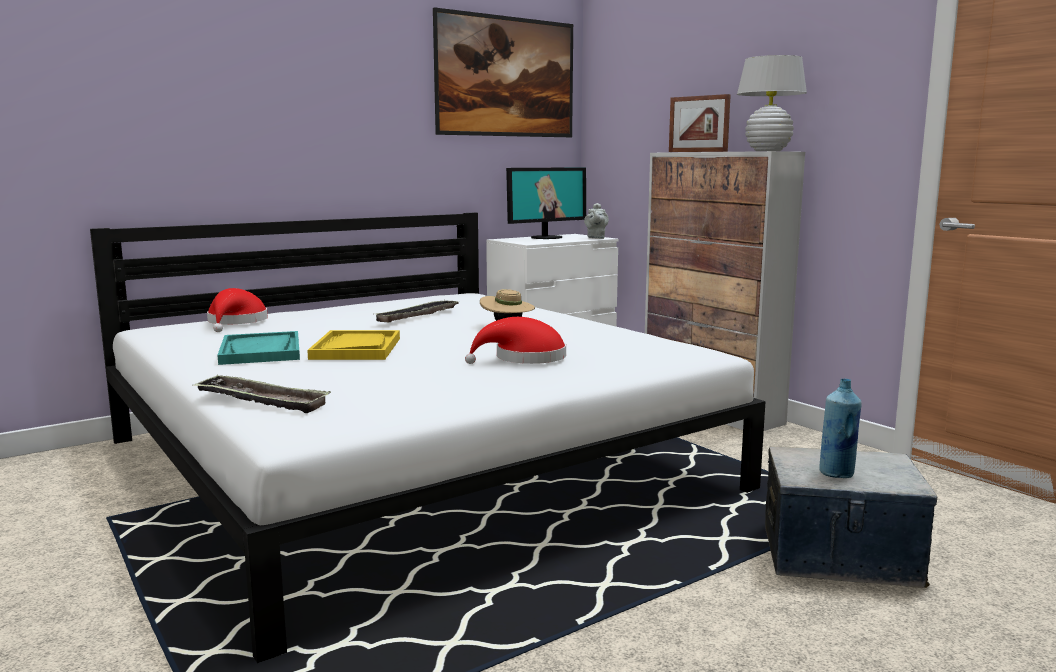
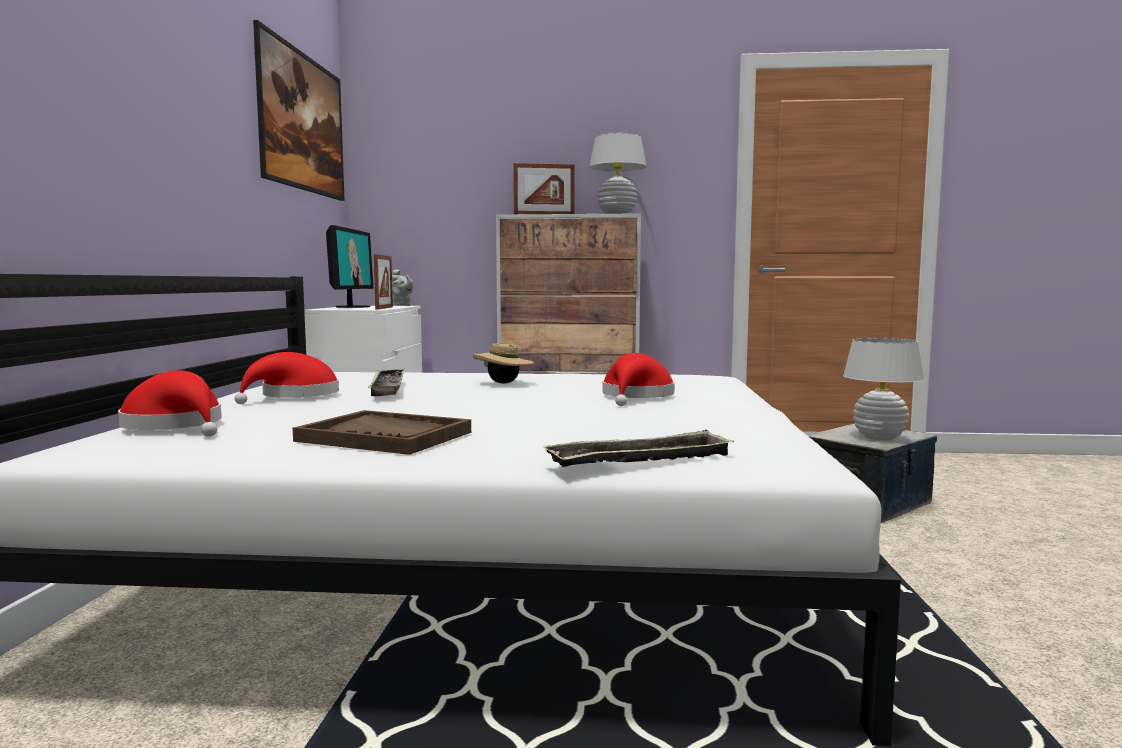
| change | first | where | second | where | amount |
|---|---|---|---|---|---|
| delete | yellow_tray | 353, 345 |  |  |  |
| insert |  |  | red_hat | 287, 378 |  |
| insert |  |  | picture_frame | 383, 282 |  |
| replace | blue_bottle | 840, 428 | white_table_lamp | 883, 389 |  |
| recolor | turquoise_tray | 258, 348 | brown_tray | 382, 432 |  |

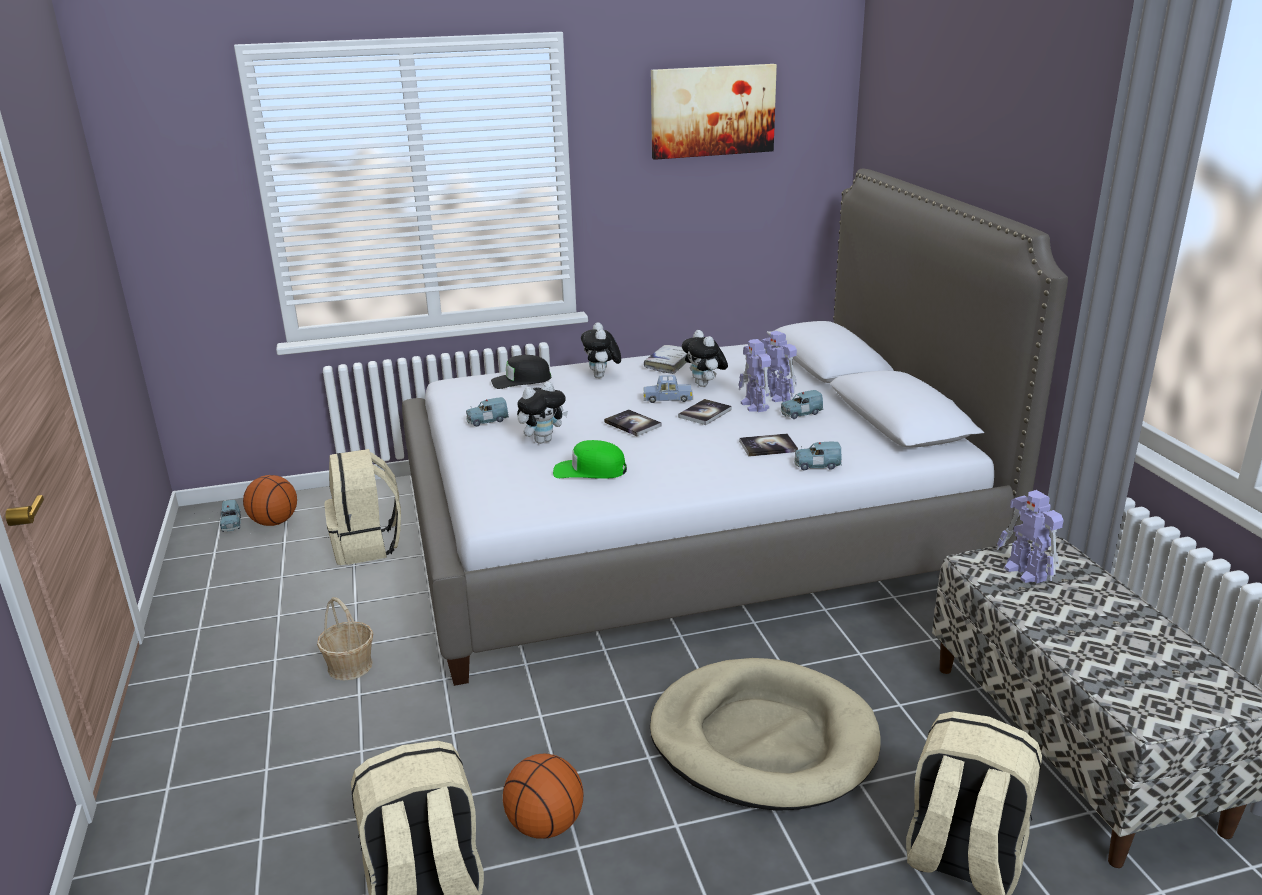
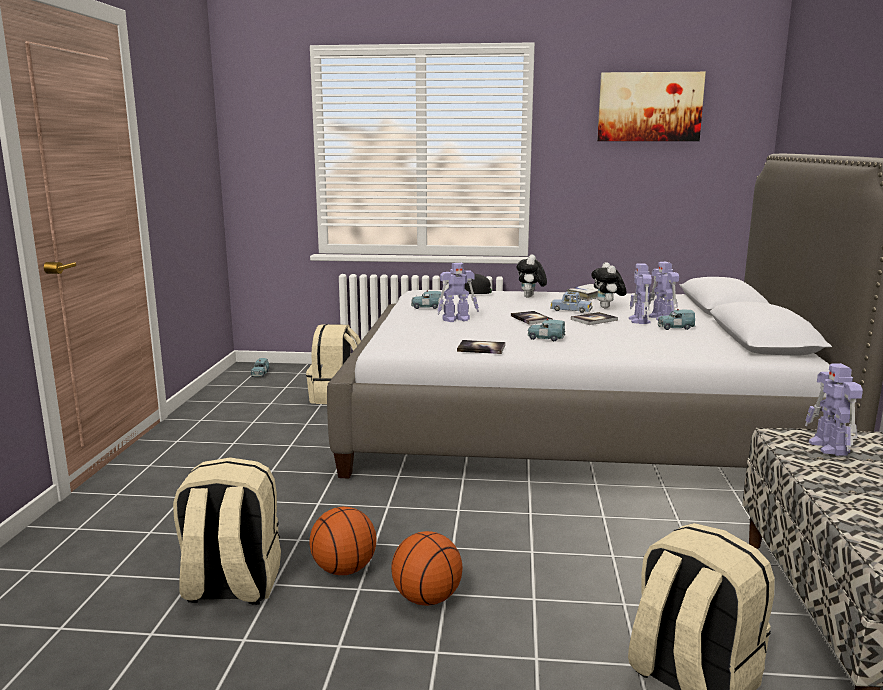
| change | first | where | second | where | amount |
|---|---|---|---|---|---|
| delete | basket | 345, 639 |  |  |  |
| delete | green_cap | 590, 459 |  |  |  |
| delete | beige_dog_bed | 765, 734 |  |  |  |
| move | basketball | 270, 500 |  | 427, 568 |  |
| move | book | 768, 445 |  | 481, 347 |  |
| move | blue_toy_car | 818, 456 |  | 546, 329 |  |
| replace | plush_toy | 542, 413 | toy_robot | 458, 292 |  |

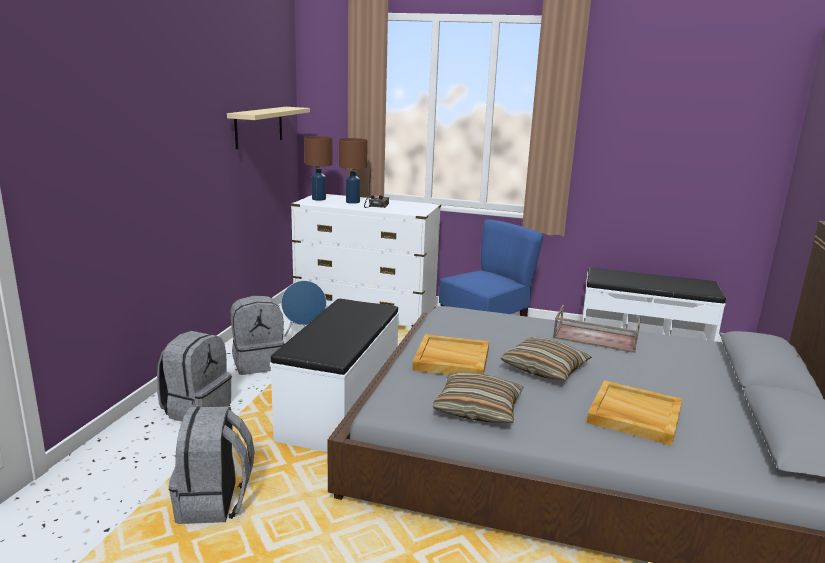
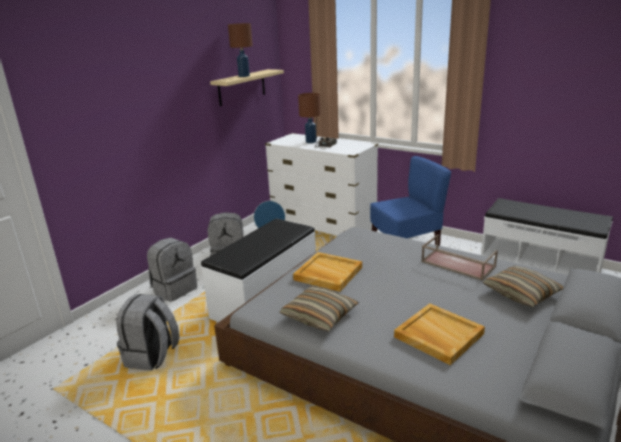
| change | first | where | second | where | amount |
|---|---|---|---|---|---|
| move | brown_table_lamp | 318, 168 |  | 240, 50 |  |
| move | pillow | 546, 358 |  | 523, 286 |  |

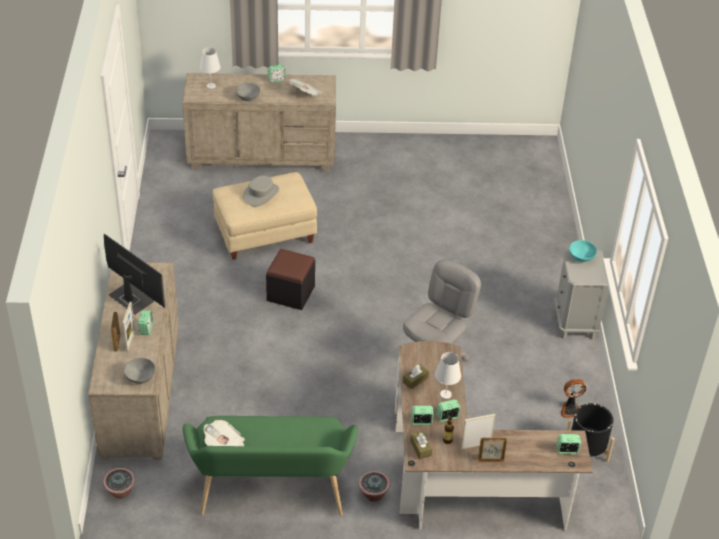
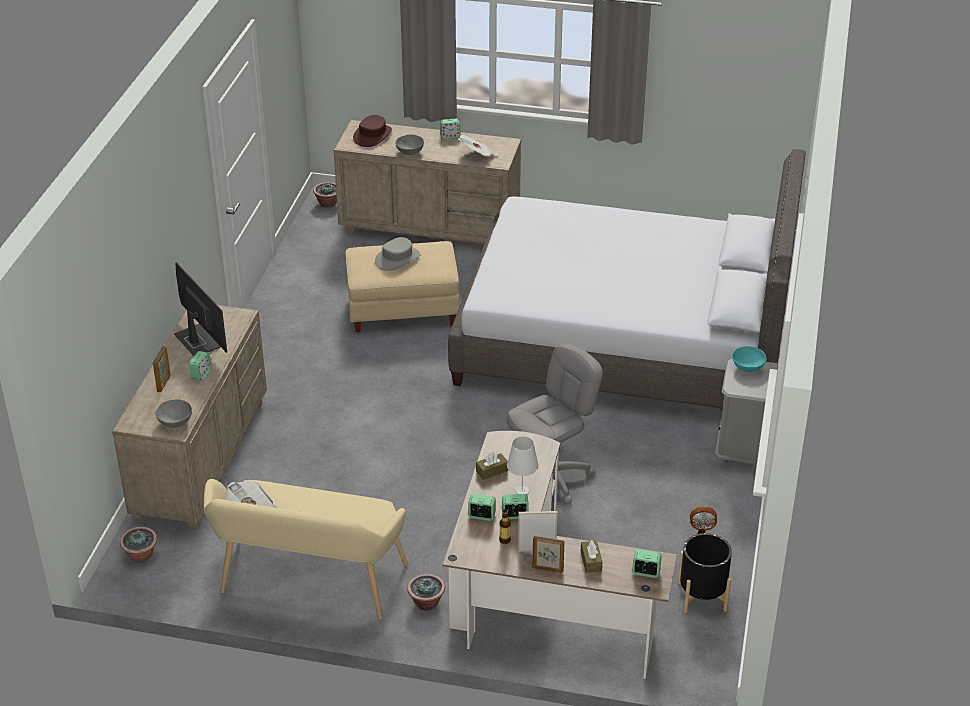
| change | first | where | second | where | amount |
|---|---|---|---|---|---|
| delete | picture_frame | 128, 327 |  |  |  |
| delete | black_ottoman | 290, 279 |  |  |  |
| insert |  |  | potted_plant | 325, 195 |  |
| insert |  |  | grey_bed | 627, 278 |  |
| move | brown_tissue_box | 421, 445 |  | 591, 556 |  |
| replace | white_table_lamp | 210, 68 | brown_hat | 372, 131 |  |
| recolor | green_bench | 270, 466 | beige_bench | 306, 549 |  |

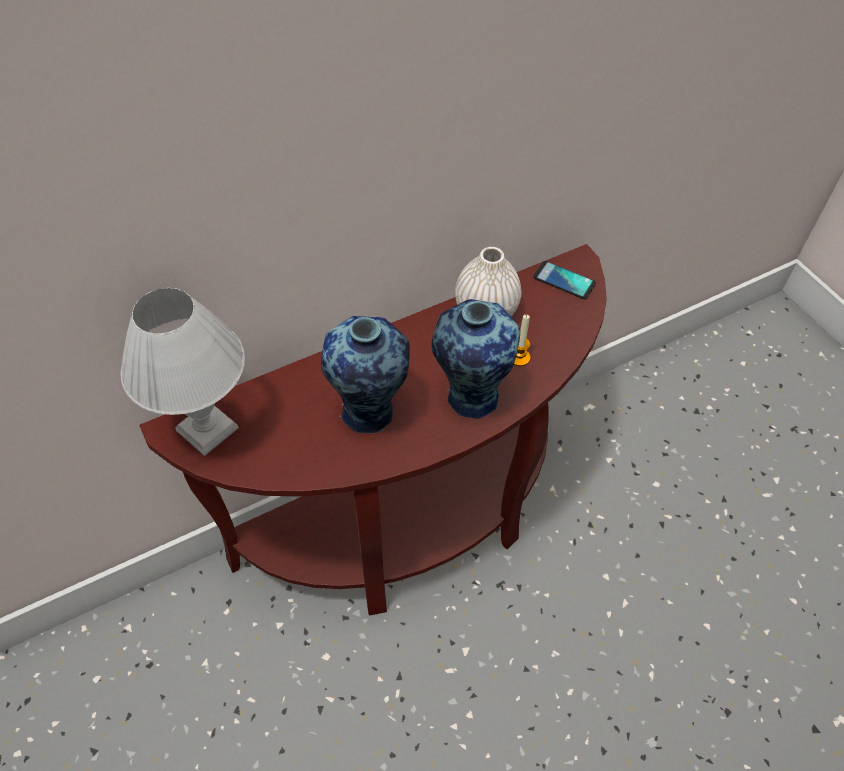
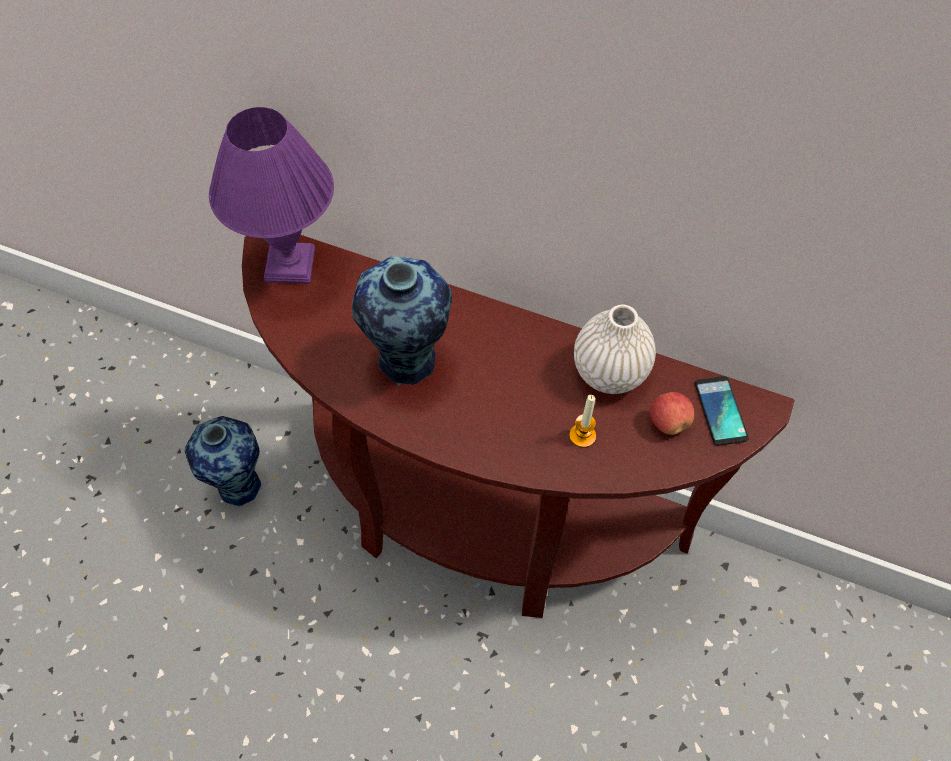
| change | first | where | second | where | amount |
|---|---|---|---|---|---|
| insert |  |  | apple | 672, 413 |  |
| move | vase | 475, 358 |  | 224, 461 |  |
| recolor | white_table_lamp | 182, 372 | purple_table_lamp | 271, 195 |  |

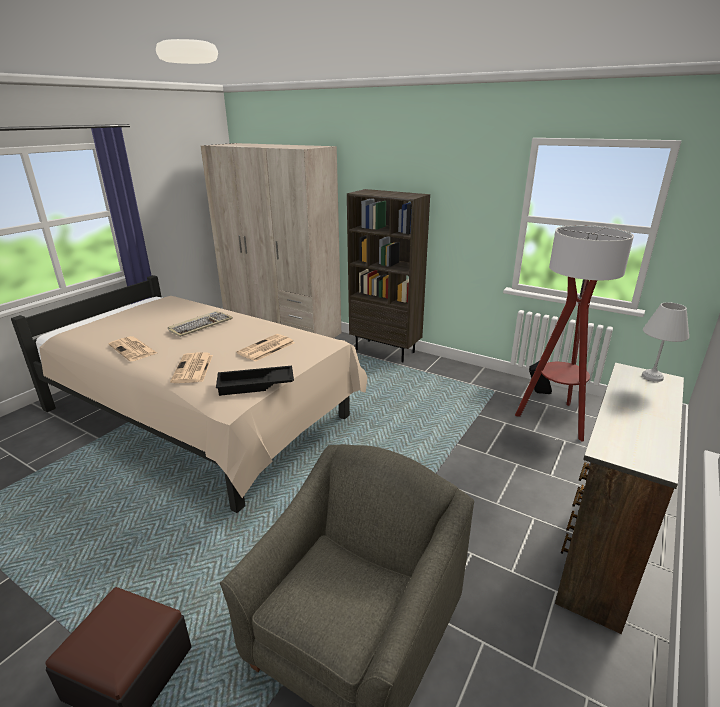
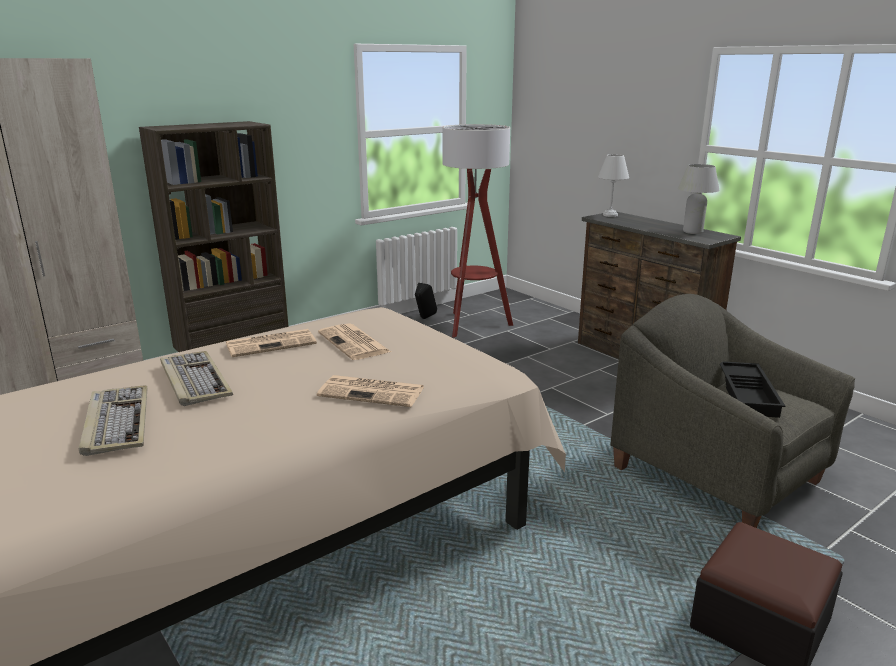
| change | first | where | second | where | amount |
|---|---|---|---|---|---|
| insert |  |  | keyboard | 113, 420 |  |
| insert |  |  | white_table_lamp | 699, 199 |  |
| move | newspaper | 132, 348 |  | 271, 343 |  |
| move | black_tray | 255, 381 |  | 752, 389 |  |

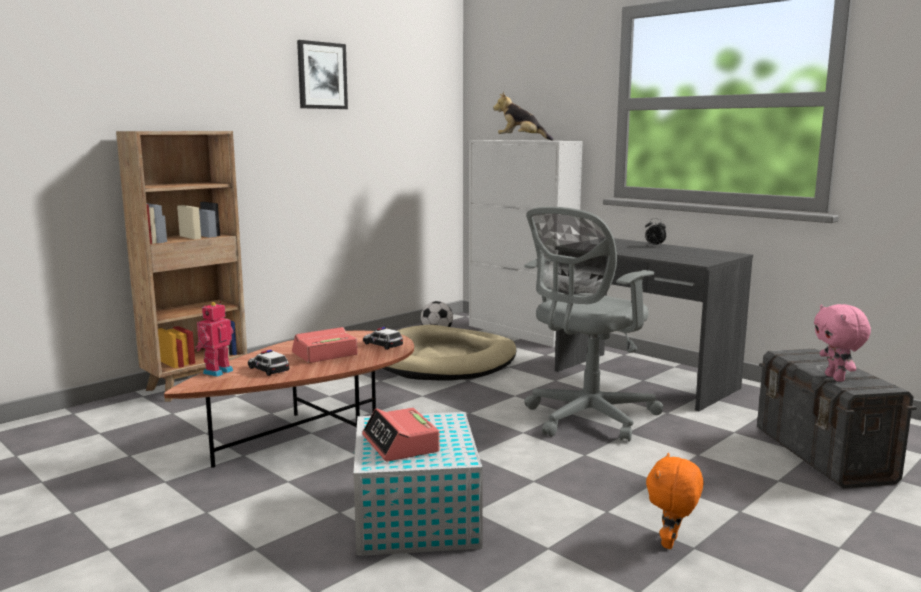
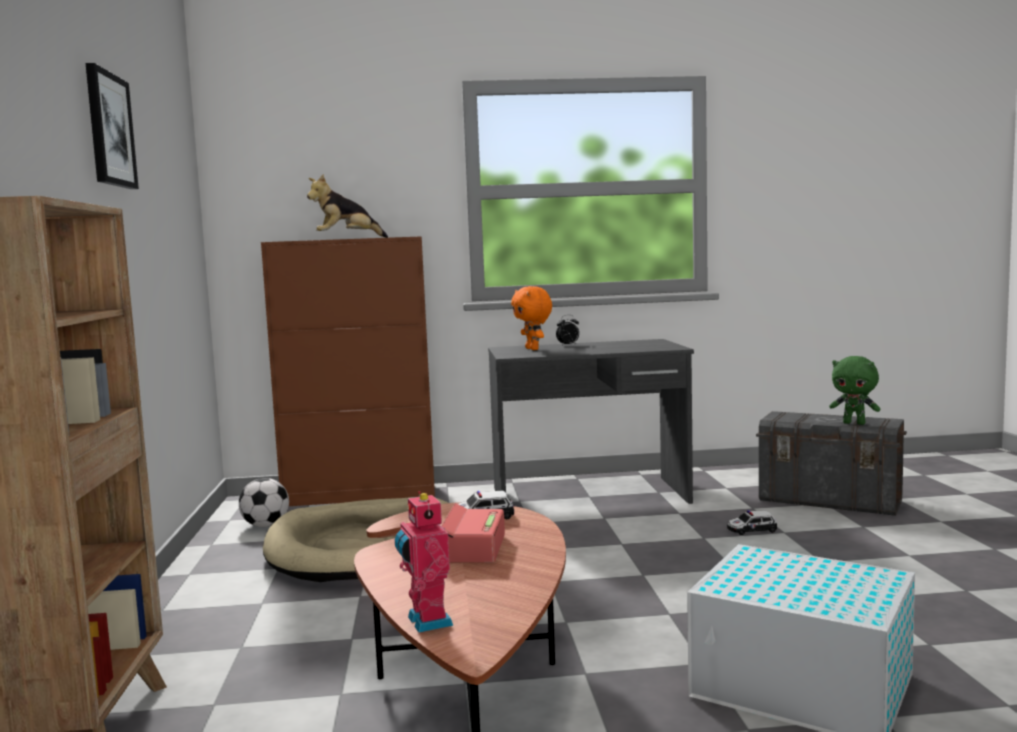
| change | first | where | second | where | amount |
|---|---|---|---|---|---|
| delete | alarm_clock | 400, 435 |  |  |  |
| delete | grey_office_chair | 593, 324 |  |  |  |
| move | toy_car | 268, 363 |  | 752, 522 |  |
| move | orange_plush_toy | 675, 501 |  | 531, 318 |  |
| recolor | white_cabinet | 526, 243 | brown_cabinet | 348, 371 |  |
| recolor | pink_plush_toy | 842, 343 | green_plush_toy | 854, 390 |  |

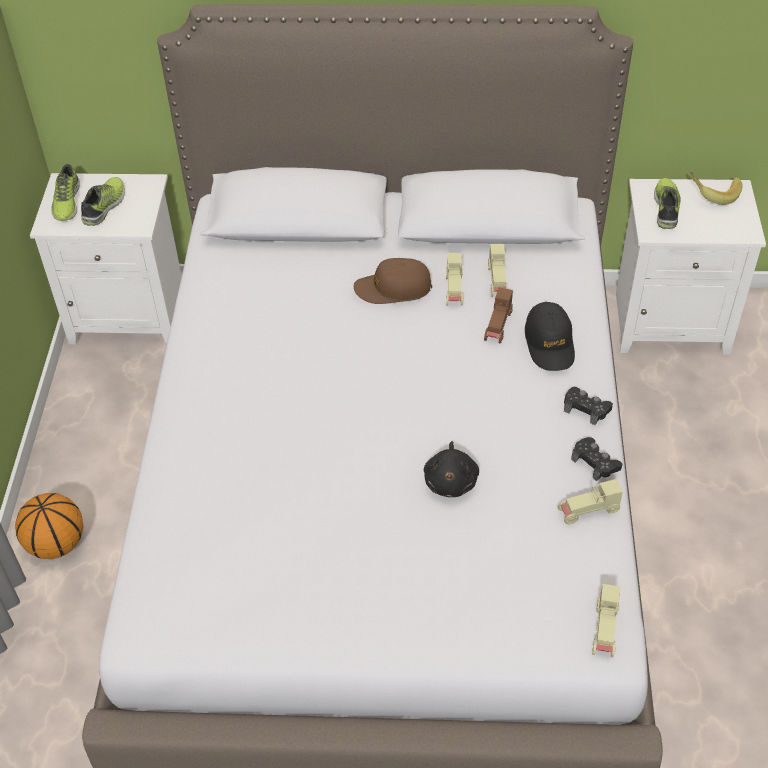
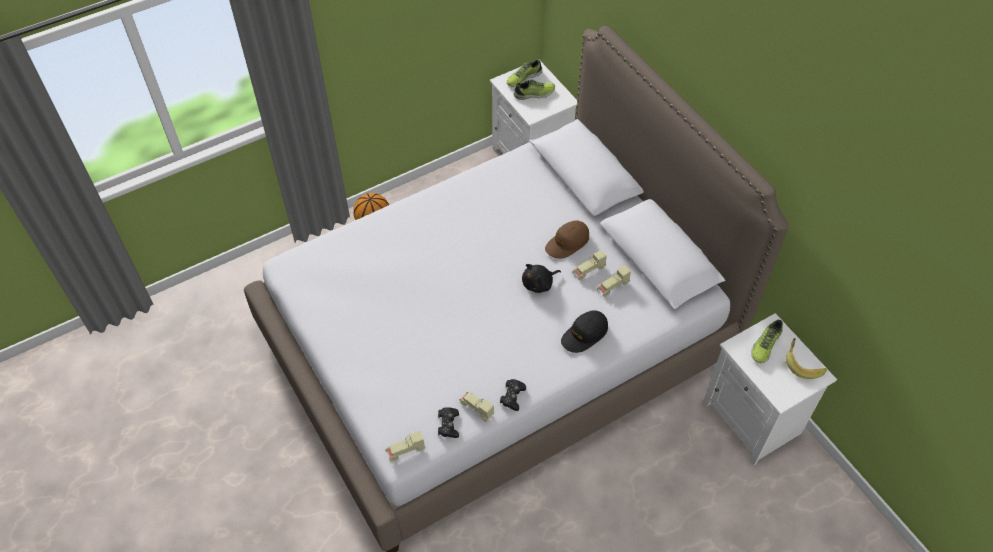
| change | first | where | second | where | amount |
|---|---|---|---|---|---|
| delete | brown_toy_car | 498, 315 |  |  |  |
| move | black_plush_toy | 451, 469 |  | 541, 278 |  |
| move | black_game_controller | 588, 406 |  | 448, 422 |  |
| rotate | brown_cap | 393, 281 |  | 567, 239 | 90 degrees counterclockwise |
| rotate | shoe | 667, 203 |  | 767, 341 | 150 degrees clockwise |

